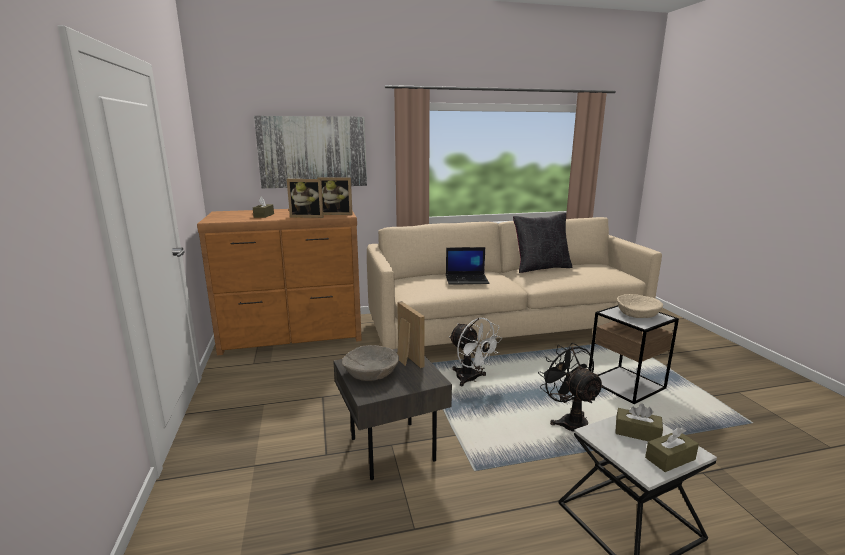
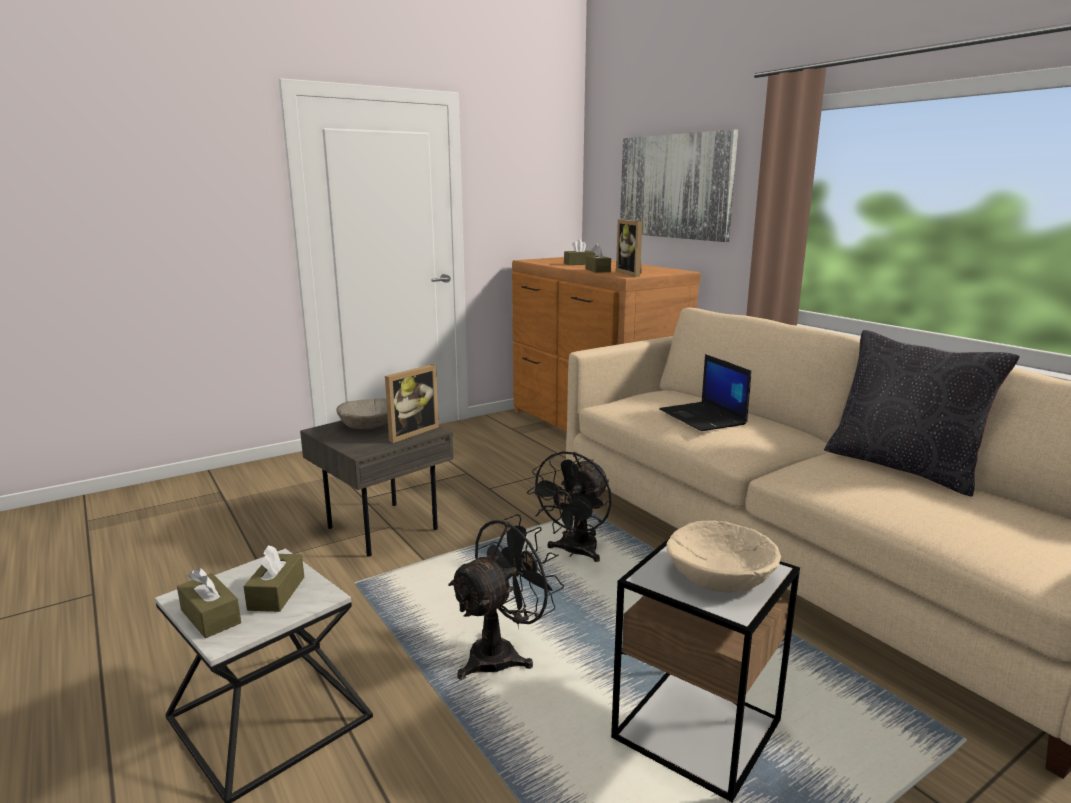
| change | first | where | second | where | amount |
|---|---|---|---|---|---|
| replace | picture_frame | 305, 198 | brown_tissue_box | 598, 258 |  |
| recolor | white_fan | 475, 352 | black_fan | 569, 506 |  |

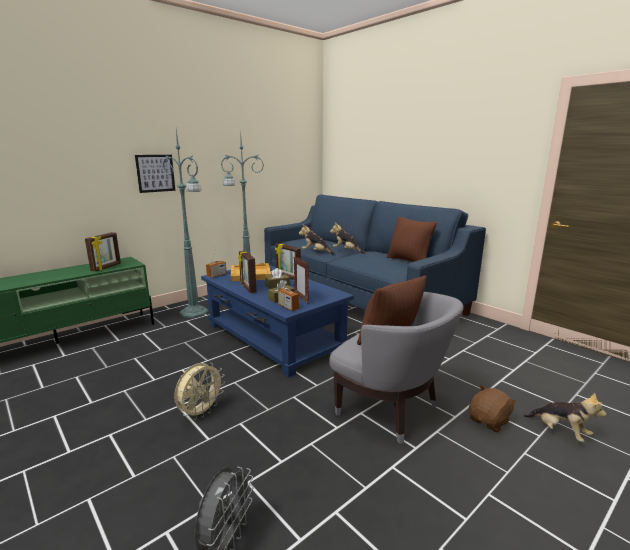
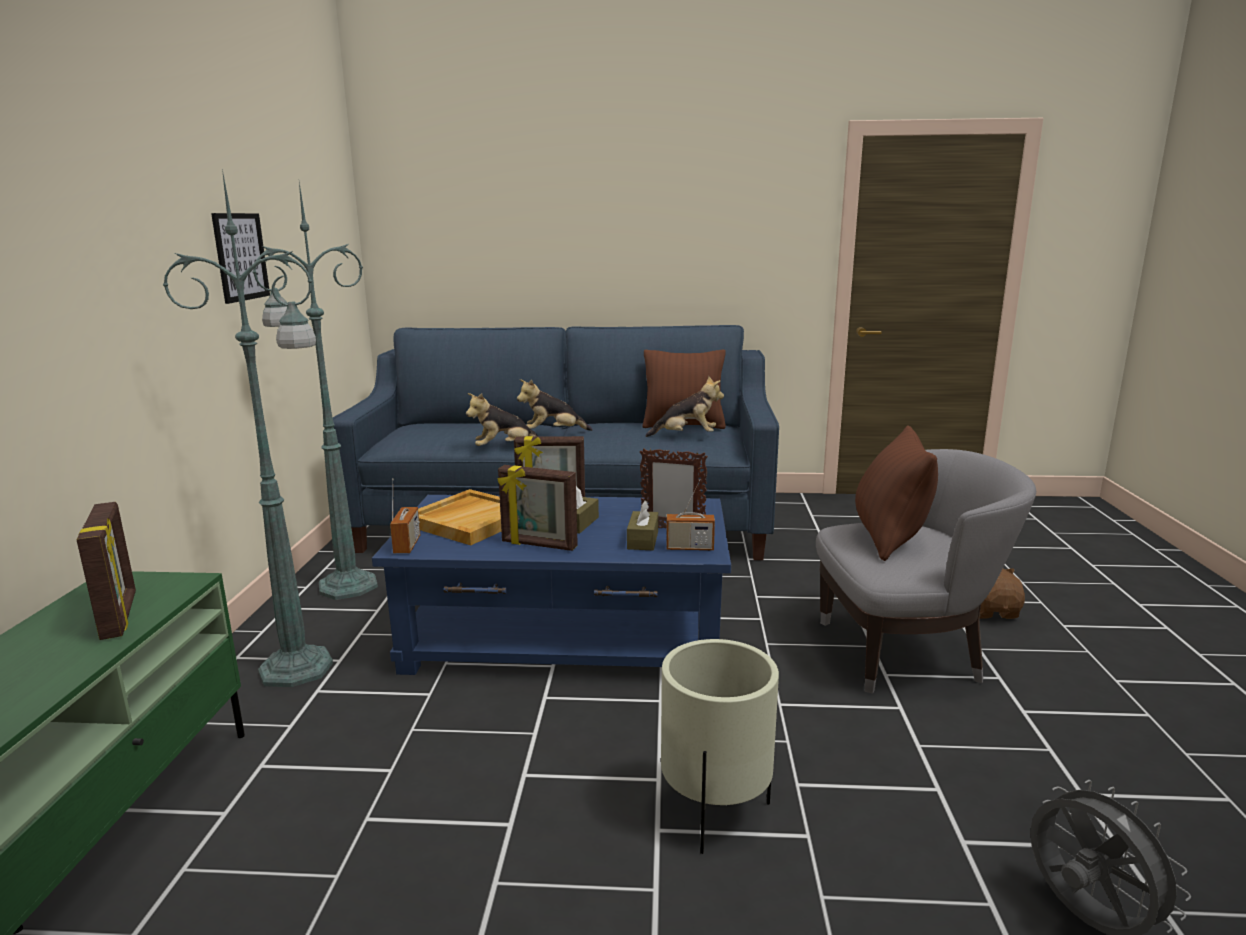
| change | first | where | second | where | amount |
|---|---|---|---|---|---|
| move | picture | 155, 174 |  | 240, 258 |  |
| move | plush_toy | 564, 417 |  | 684, 406 |  |
| replace | beige_fan | 199, 391 | beige_planter | 720, 746 |  |

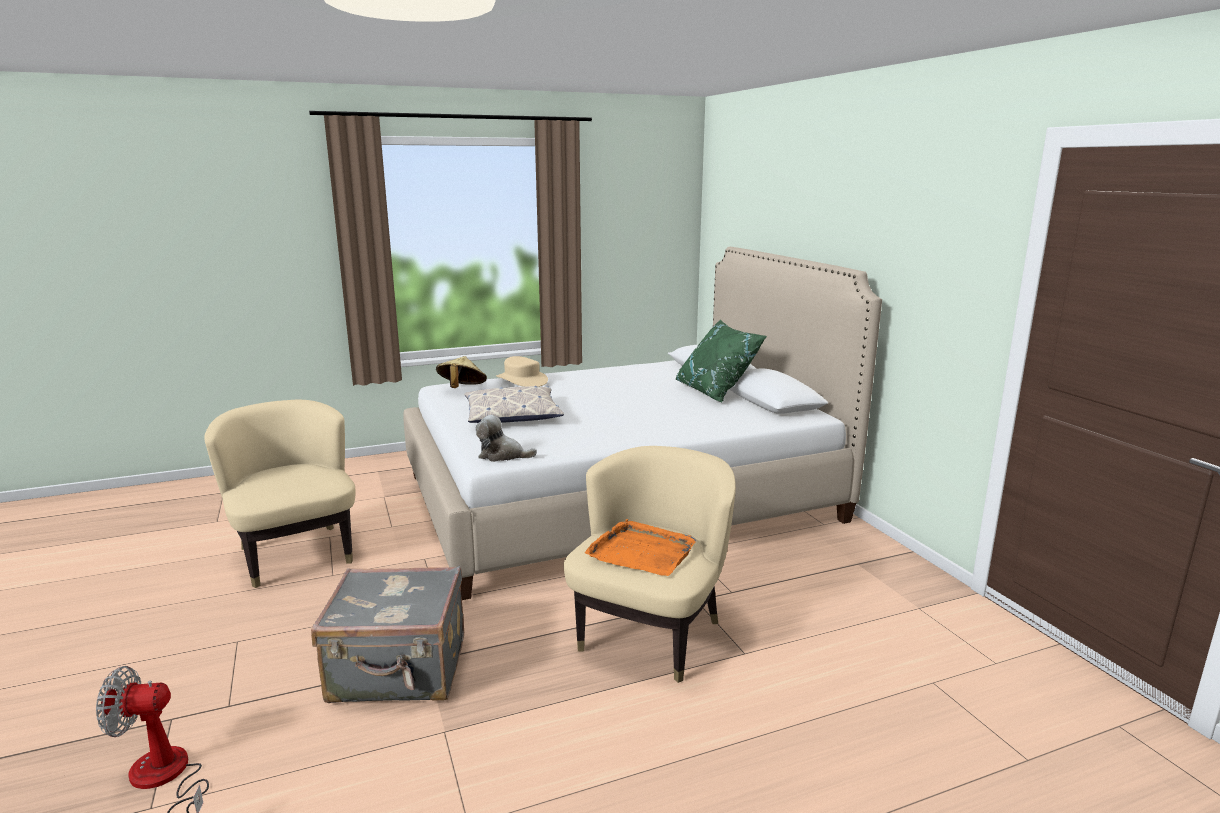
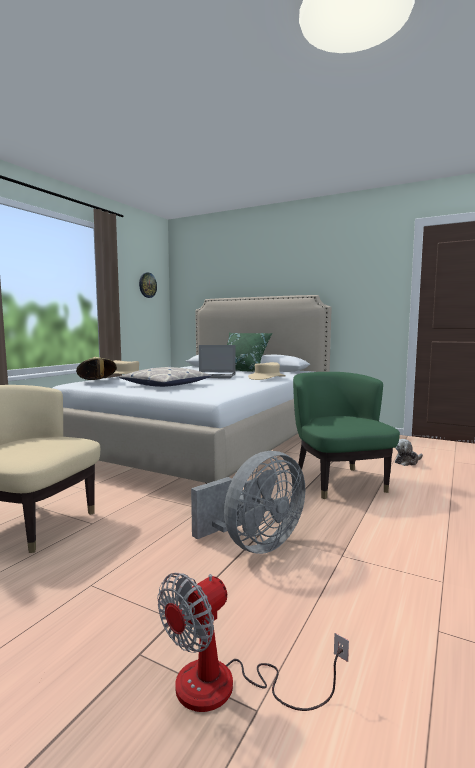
| change | first | where | second | where | amount |
|---|---|---|---|---|---|
| delete | orange_tray | 640, 547 |  |  |  |
| insert |  |  | wall_clock | 148, 285 |  |
| insert |  |  | laptop | 217, 362 |  |
| insert |  |  | beige_hat | 267, 371 |  |
| move | plush_toy | 506, 438 |  | 409, 452 |  |
| replace | grey_suitcase | 387, 634 | grey_fan | 248, 502 |  |
| recolor | beige_armchair | 650, 564 | green_armchair | 346, 435 |  |

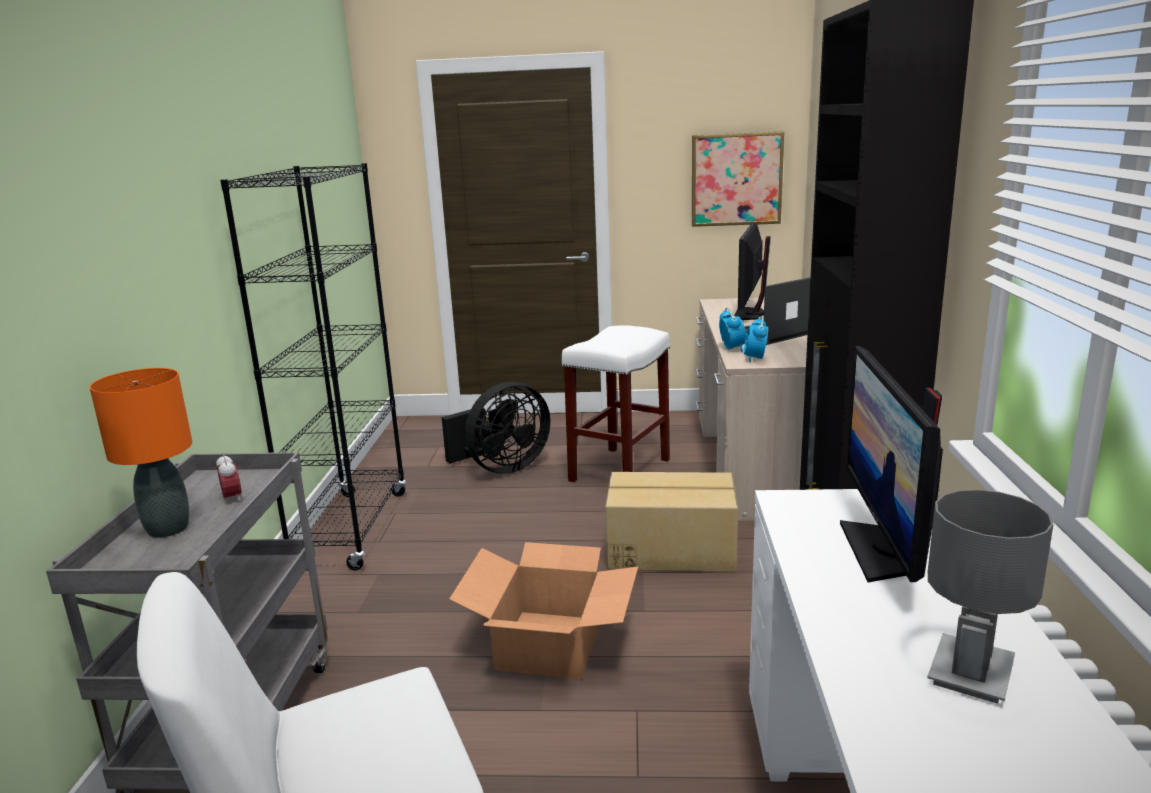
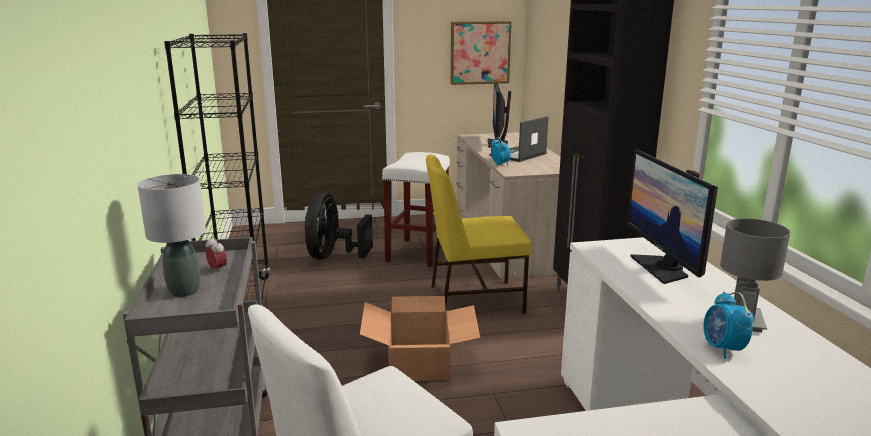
| change | first | where | second | where | amount |
|---|---|---|---|---|---|
| move | alarm_clock | 756, 339 |  | 728, 325 |  |
| replace | cardboard_box | 671, 522 | yellow_chair | 479, 234 |  |
| recolor | orange_table_lamp | 141, 453 | grey_table_lamp | 171, 235 |  |
| rotate | black_fan | 496, 428 |  | 339, 225 | 150 degrees clockwise |

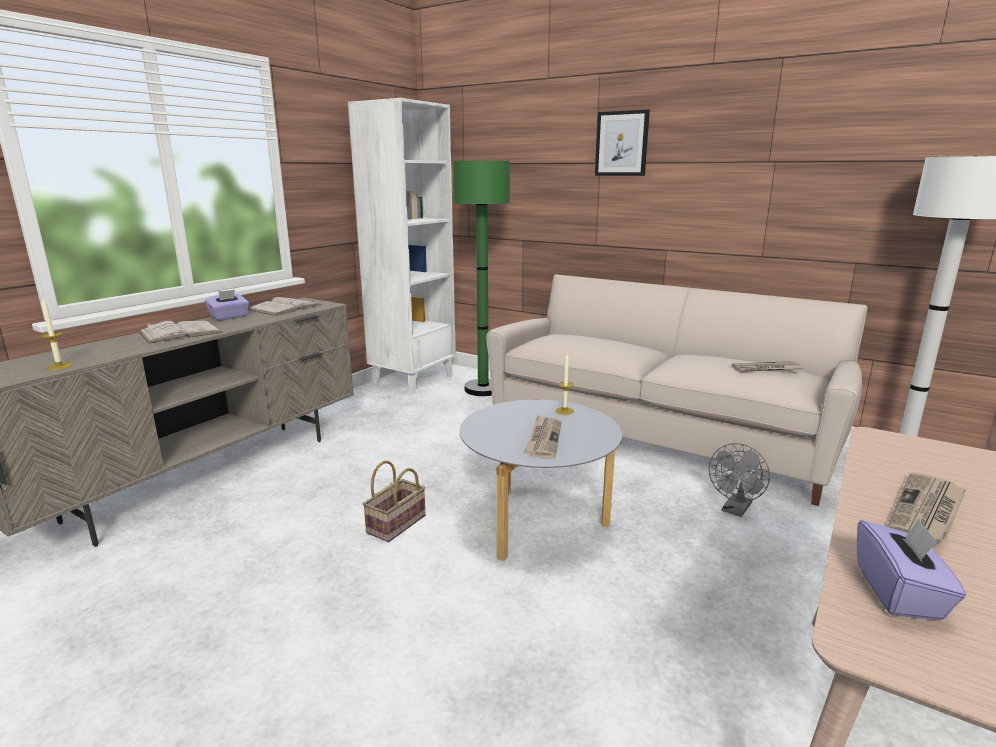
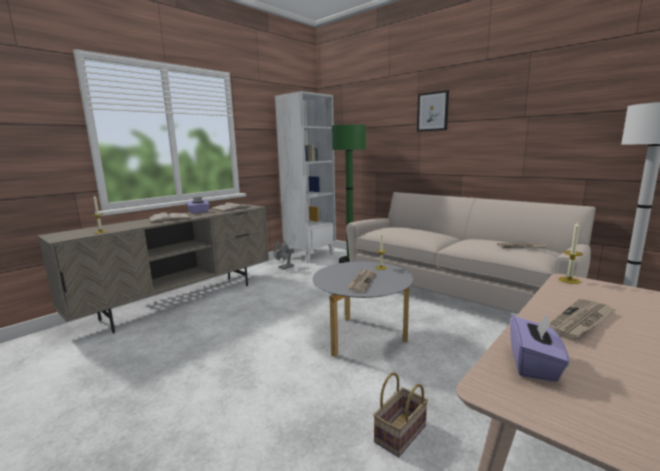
| change | first | where | second | where | amount |
|---|---|---|---|---|---|
| insert |  |  | candle | 570, 252 |  |
| move | basket | 394, 501 |  | 400, 415 |  |
| move | grey_fan | 739, 480 |  | 283, 254 |  |

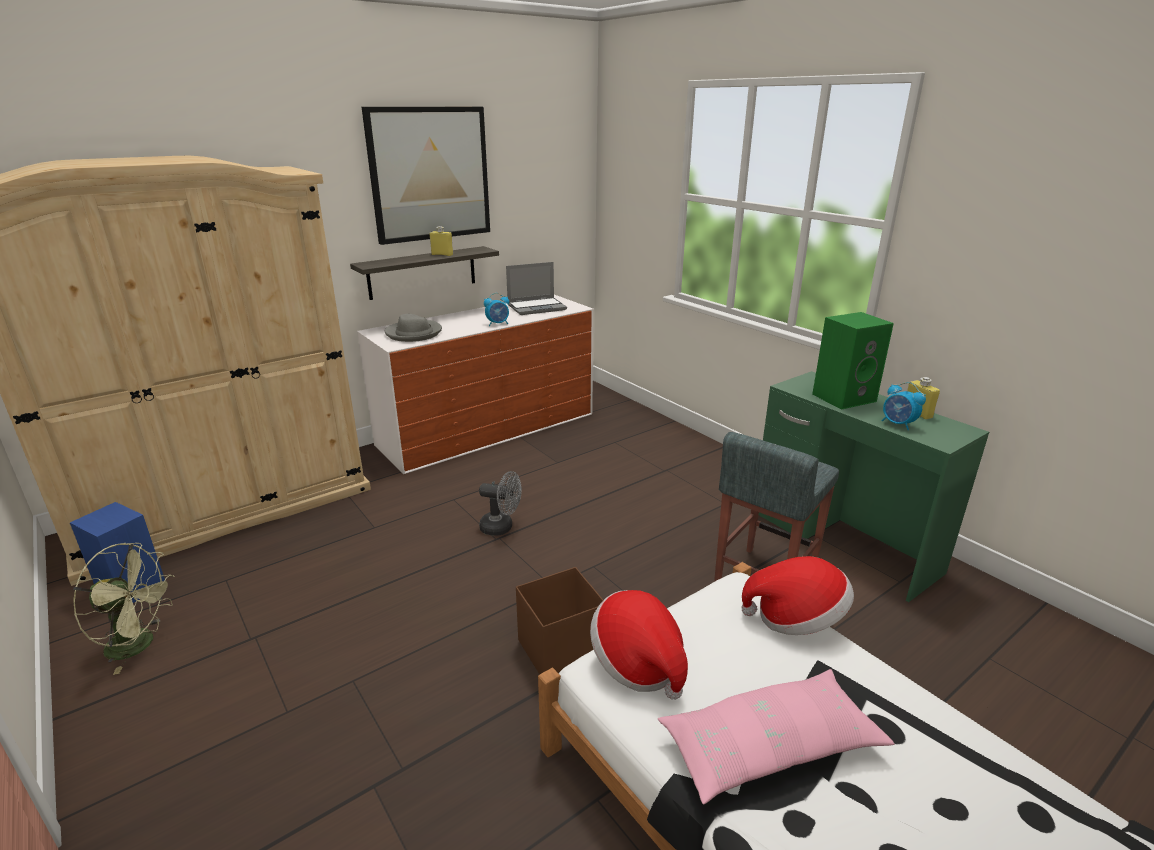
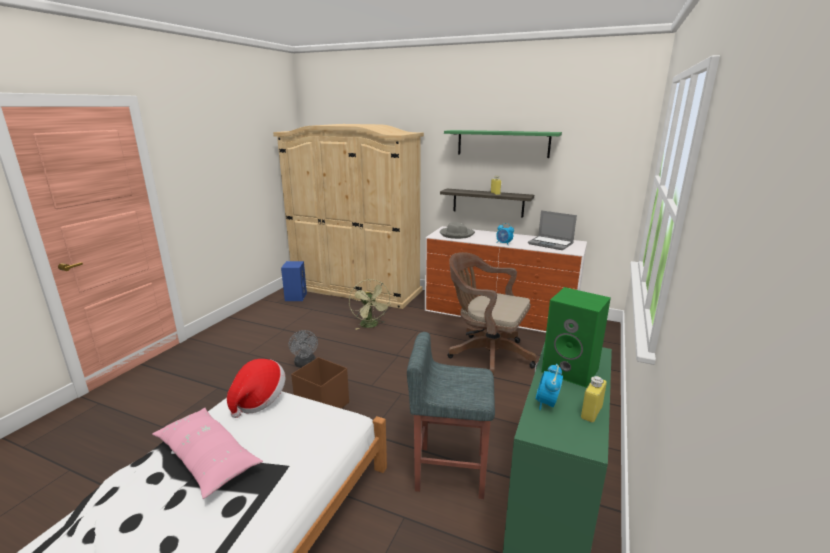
| change | first | where | second | where | amount |
|---|---|---|---|---|---|
| delete | hat | 797, 595 |  |  |  |
| insert |  |  | brown_office_chair | 492, 313 |  |
| move | green_fan | 124, 609 |  | 369, 304 |  |
| move | grey_fan | 500, 503 |  | 303, 348 |  |
| replace | picture | 426, 176 | green_shelf | 503, 144 |  |

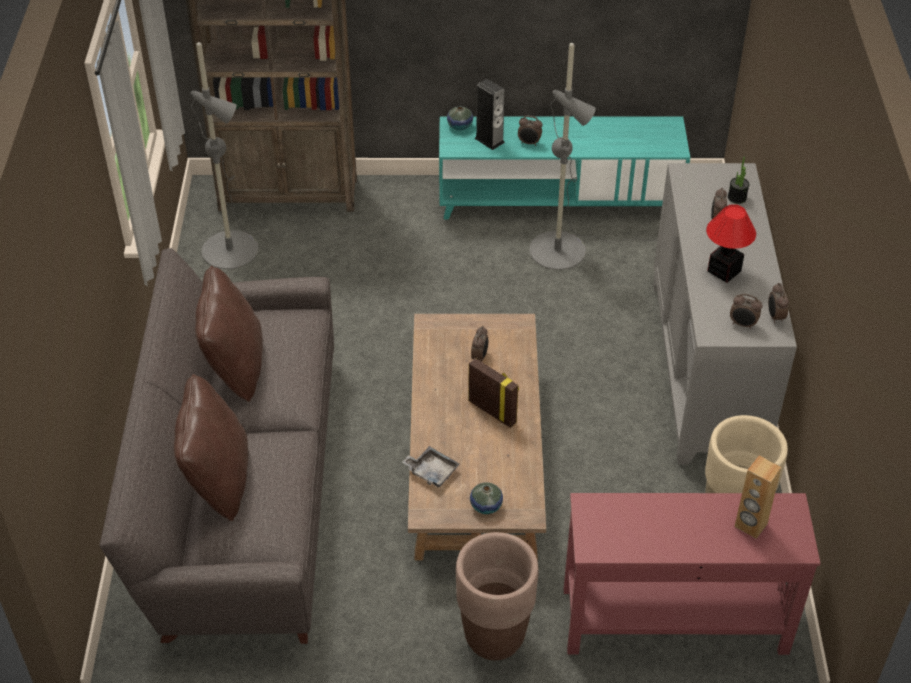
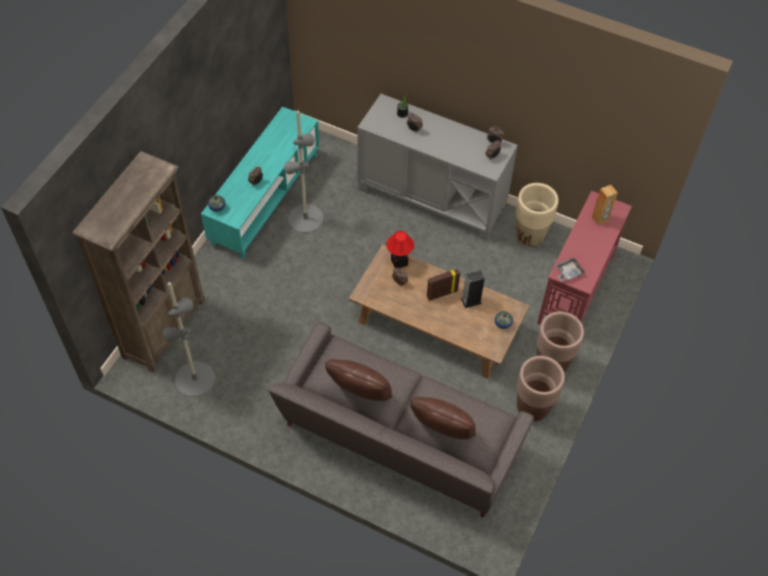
| change | first | where | second | where | amount |
|---|---|---|---|---|---|
| insert |  |  | brown_planter | 541, 388 |  |
| move | grey_tray | 431, 467 |  | 570, 269 |  |
| move | speaker | 489, 114 |  | 473, 289 |  |
| move | table_lamp | 731, 243 |  | 400, 249 |  |

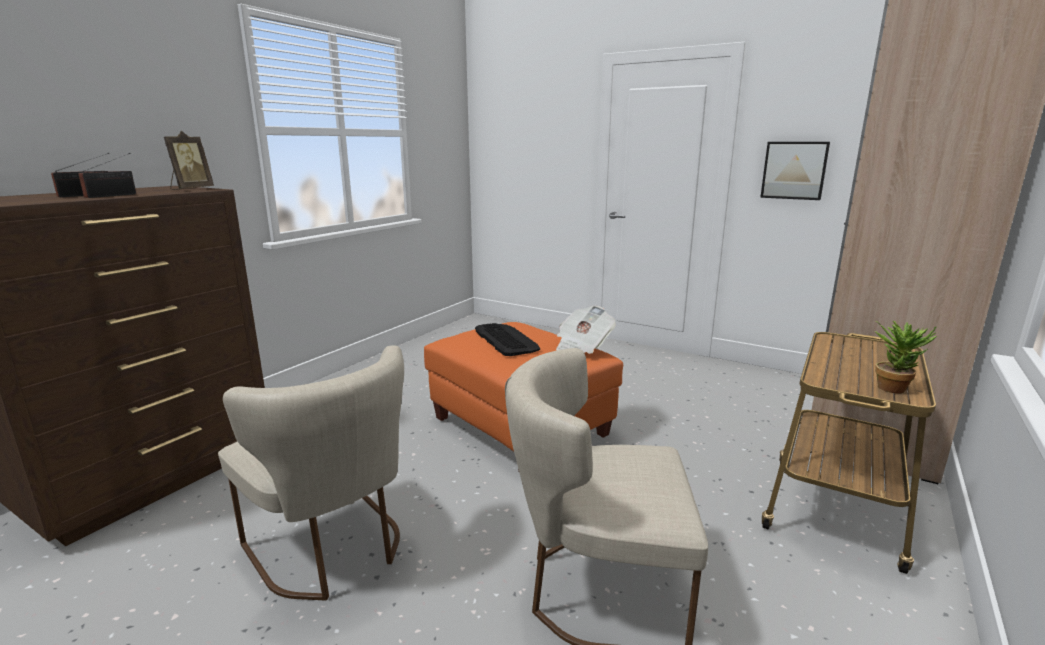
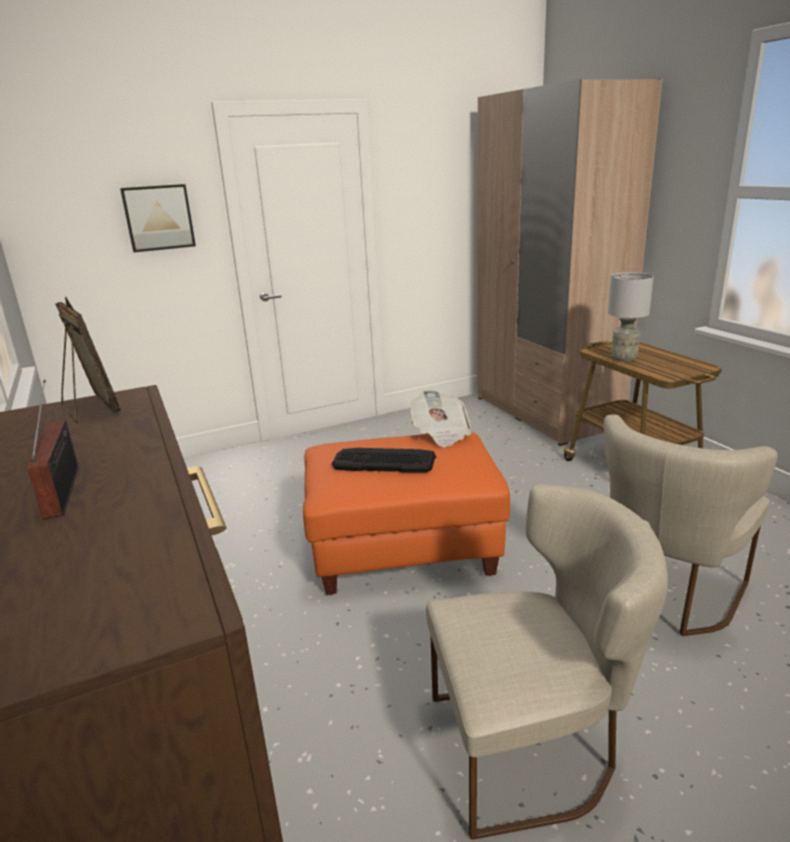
| change | first | where | second | where | amount |
|---|---|---|---|---|---|
| delete | radio | 107, 175 |  |  |  |
| delete | potted_plant | 906, 357 |  |  |  |
| insert |  |  | grey_table_lamp | 631, 317 |  |
| move | picture | 795, 171 |  | 158, 218 |  |

